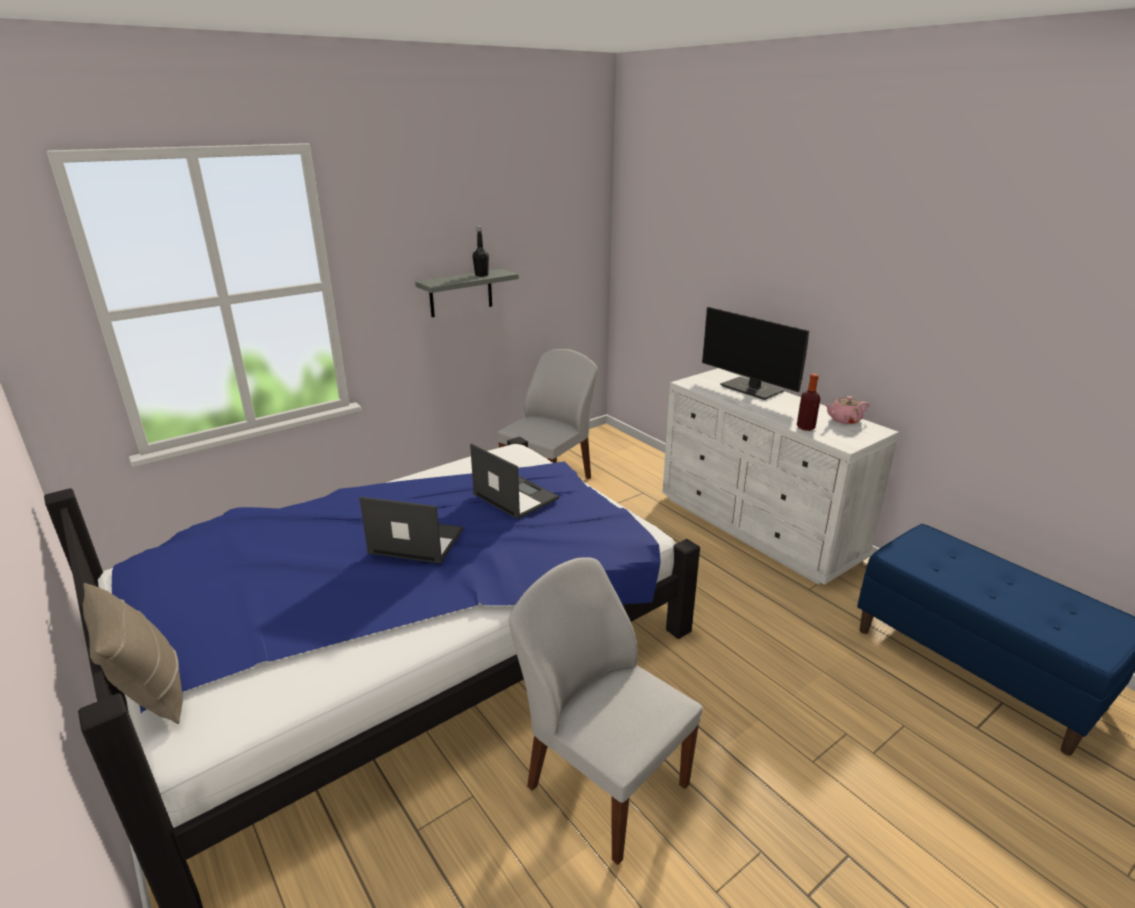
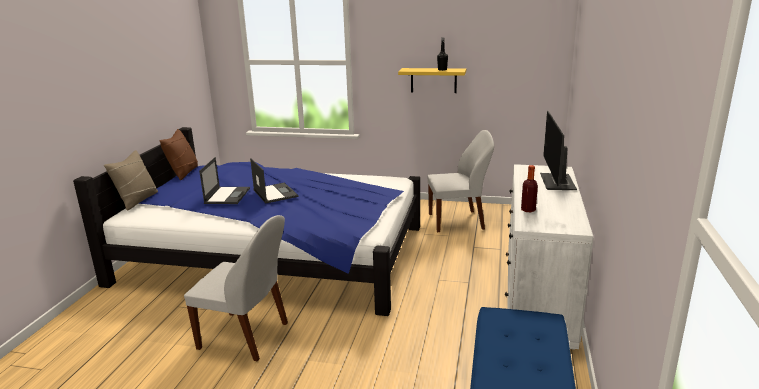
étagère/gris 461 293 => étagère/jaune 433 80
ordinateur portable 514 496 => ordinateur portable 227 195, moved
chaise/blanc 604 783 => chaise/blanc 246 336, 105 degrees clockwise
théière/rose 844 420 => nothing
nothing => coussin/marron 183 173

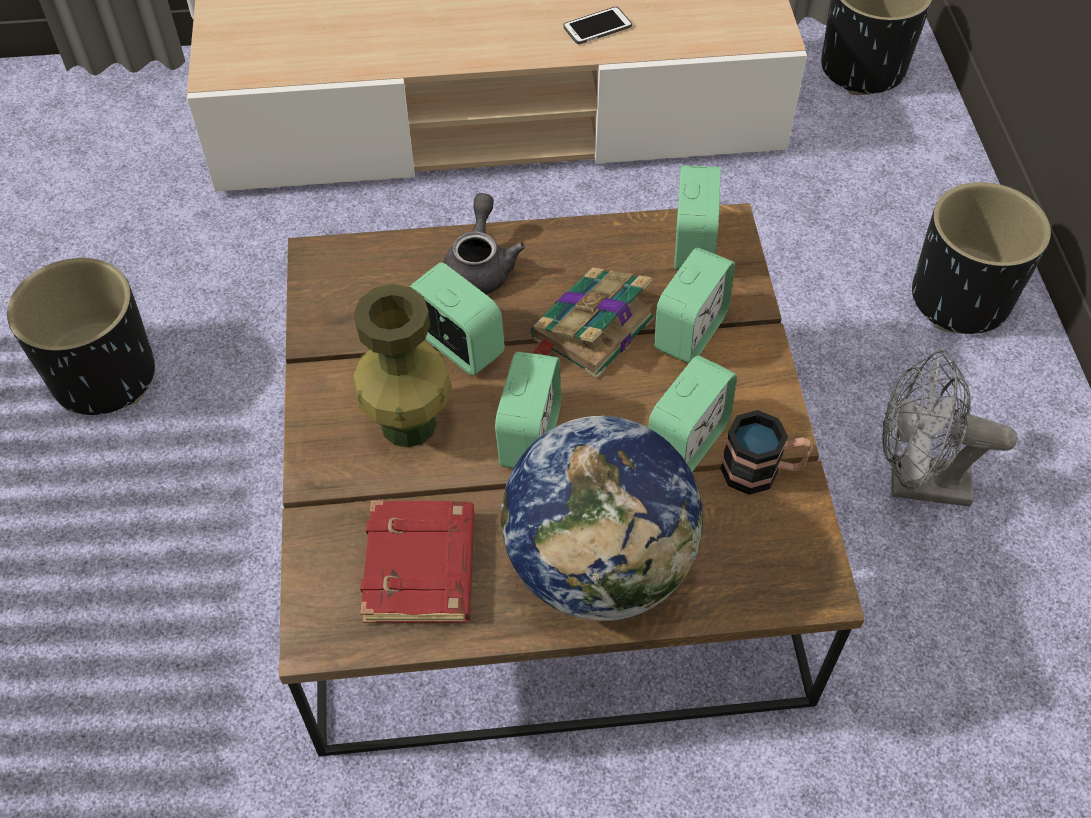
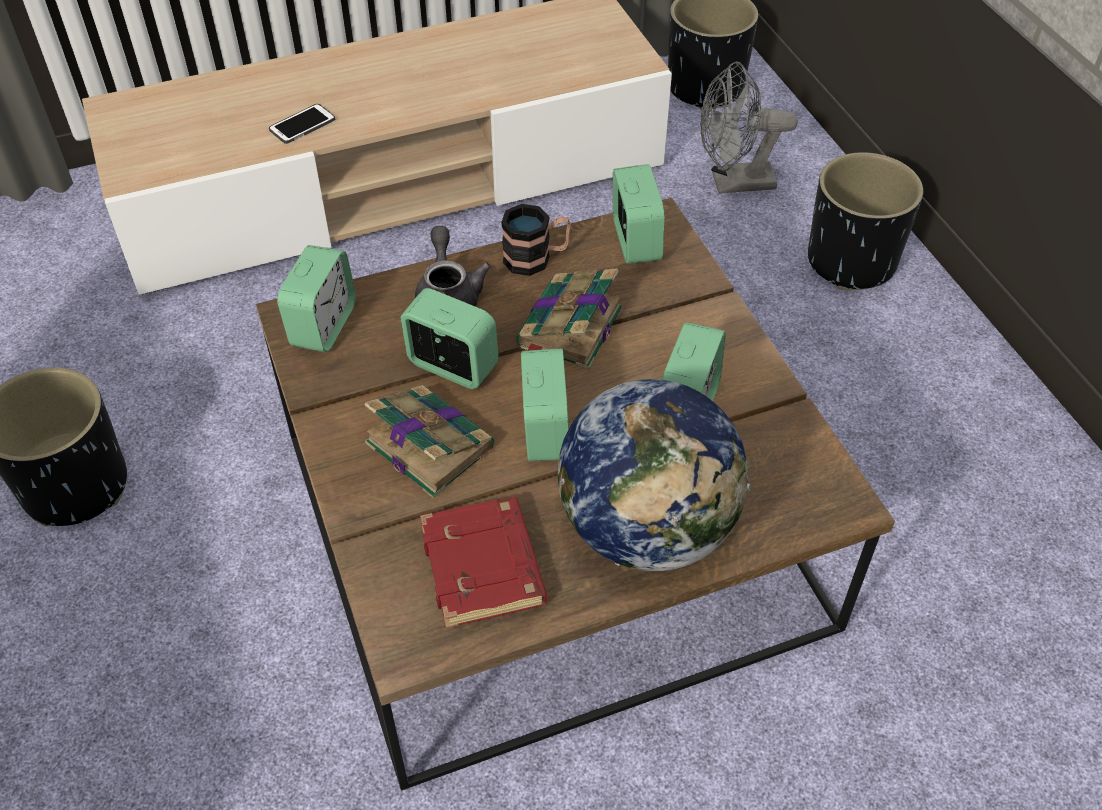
vase/vert 407 424 => livre 427 444
téléphone 597 27 => téléphone 302 125, moved
réveil 690 332 => réveil 323 326, moved
mug 762 471 => mug 536 258, moved
ventilateur/gris 915 483 => ventilateur/gris 733 183, moved

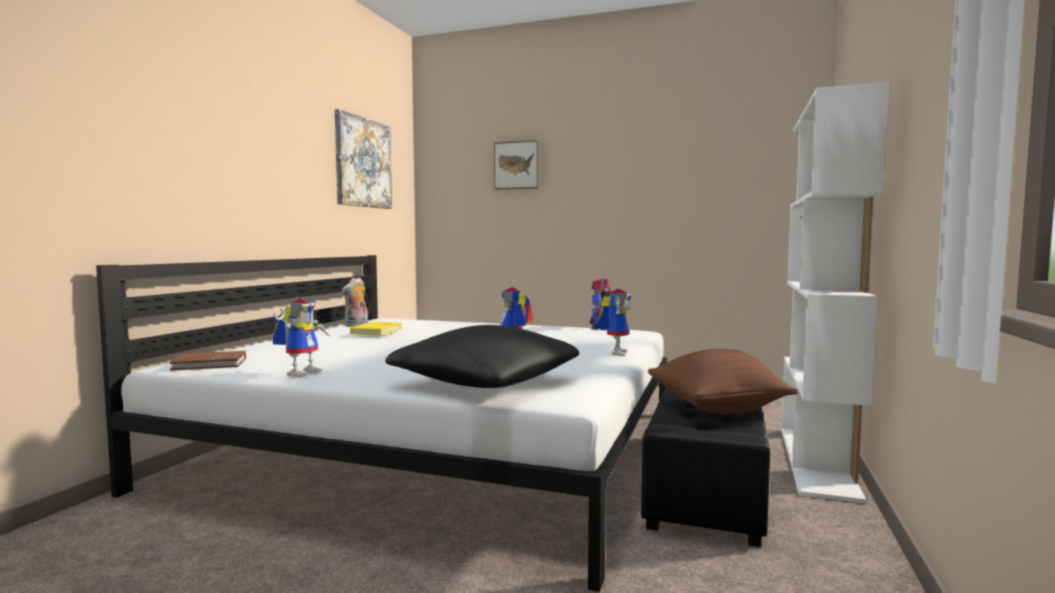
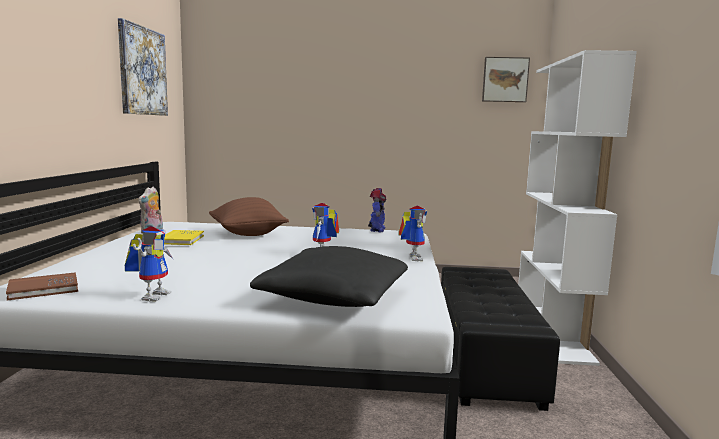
tableau 517 165 => tableau 505 80, moved
coussin/marron 716 410 => coussin/marron 248 235, moved

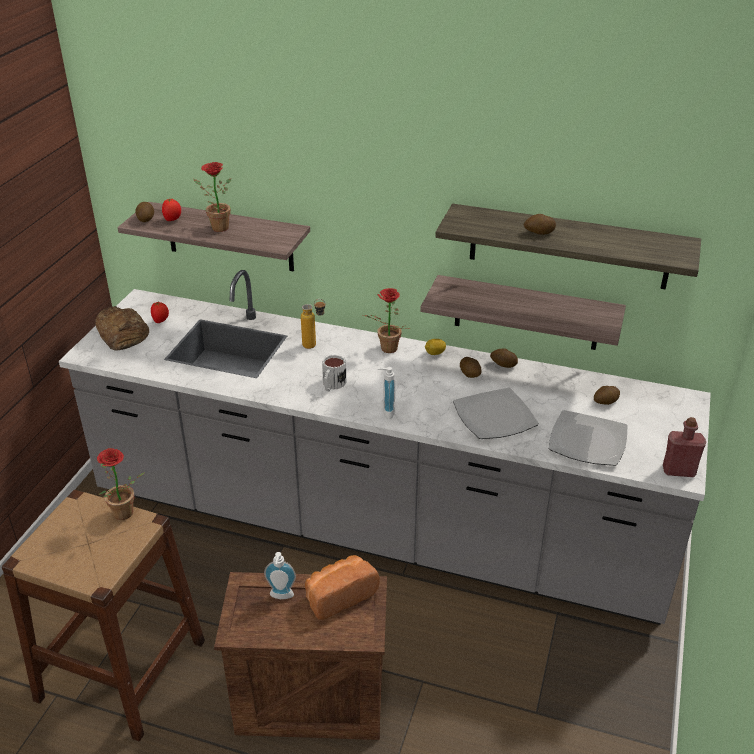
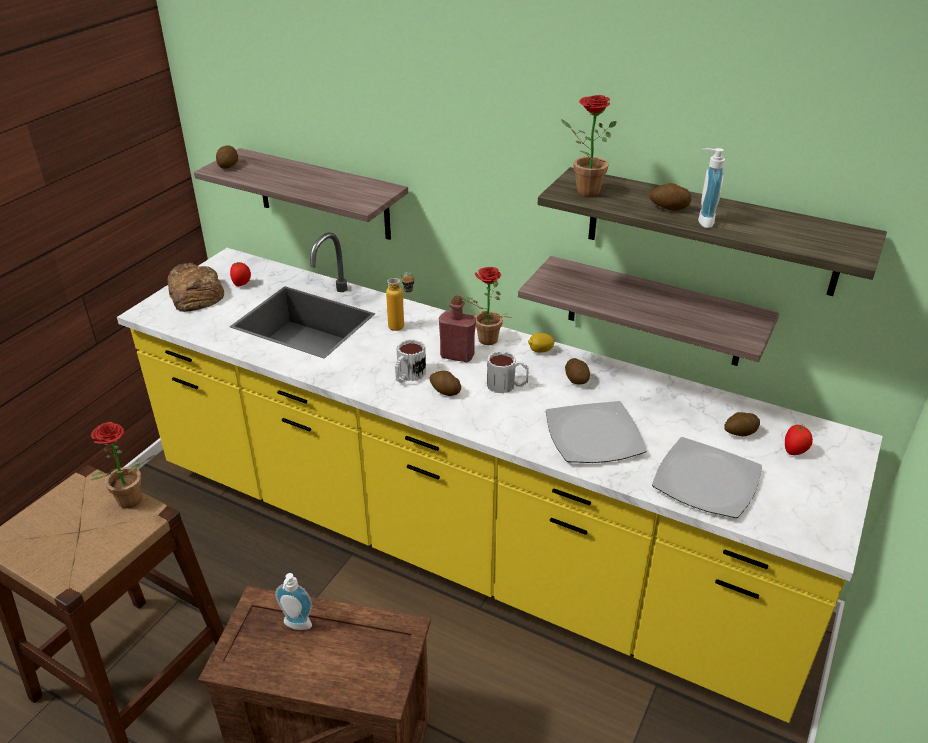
comptoir de cuisine/gris 377 524 => comptoir de cuisine/jaune 464 542
tomate 172 220 => tomate 794 452, moved
plante en pot 216 227 => plante en pot 583 190, moved
pain 339 595 => nothing
distributeur de savon 386 412 => distributeur de savon 702 221, moved
pomme de terre 503 364 => pomme de terre 445 391, moved
bouteille/rouge 678 471 => bouteille/rouge 457 356, moved
nothing => mug 507 385

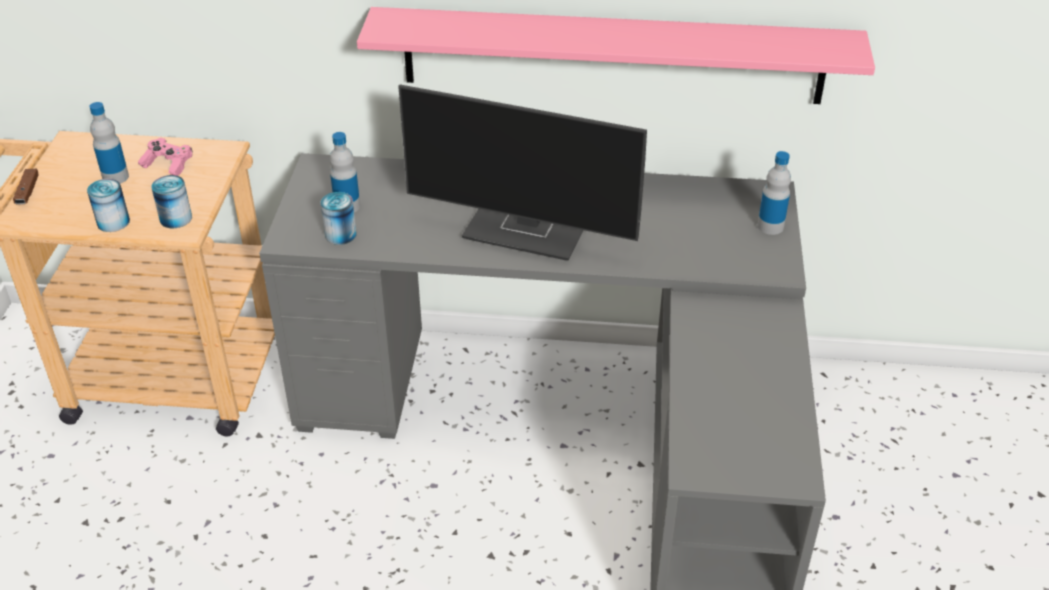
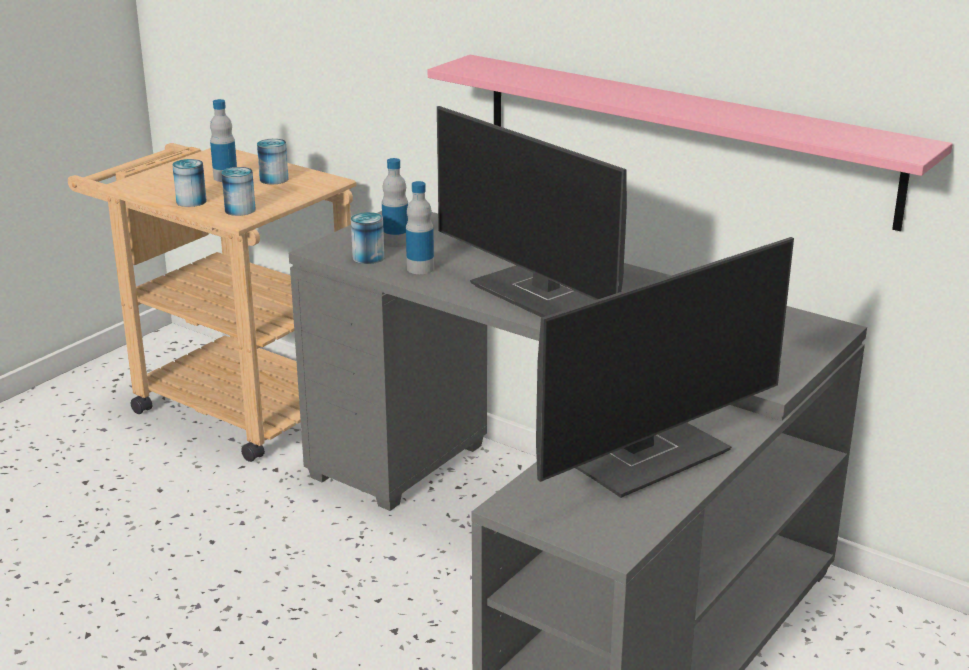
manette/marron 28 192 => nothing
manette/rose 168 164 => boîte métallique 274 179
bouteille 770 226 => bouteille 420 268, moved
nothing => écran d'ordinateur 646 455

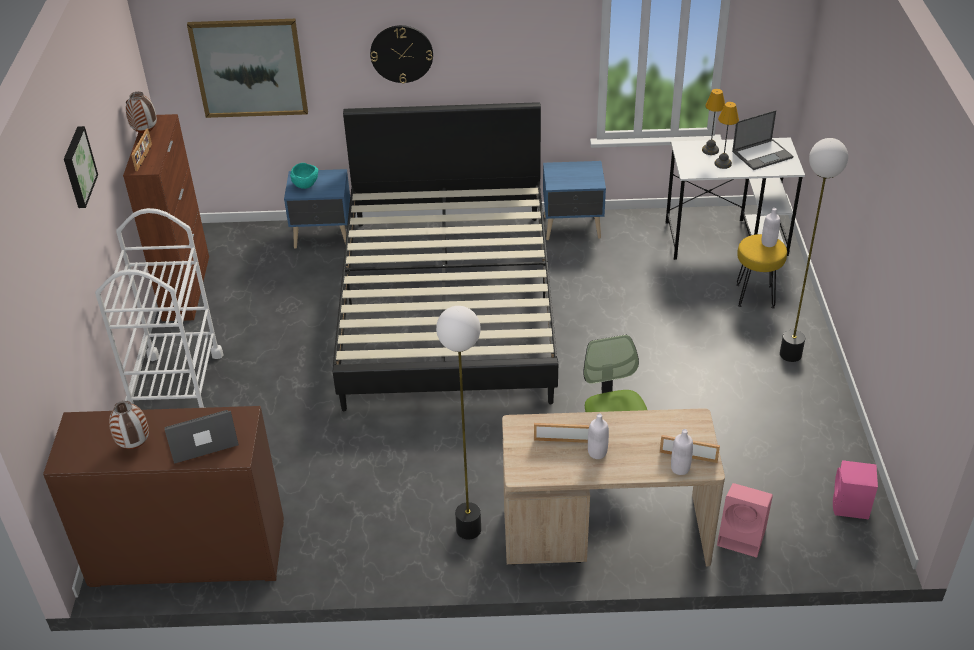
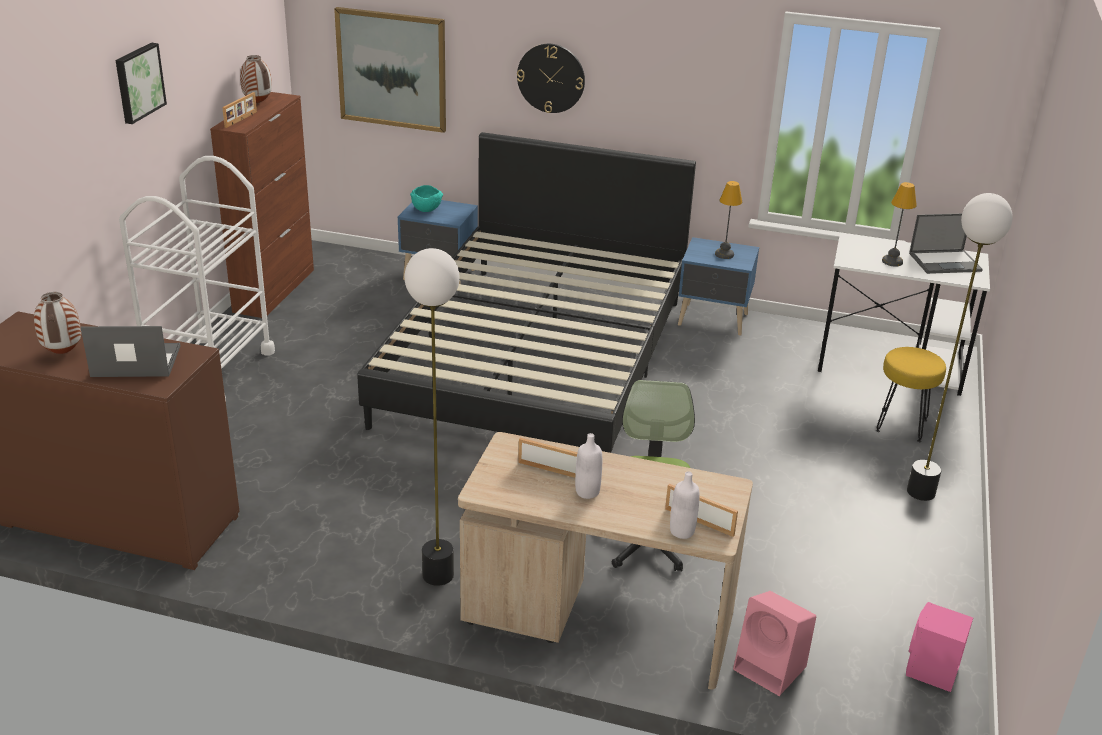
lampe de table 710 150 => lampe de table 724 255, moved
bouteille/blanc 768 243 => nothing

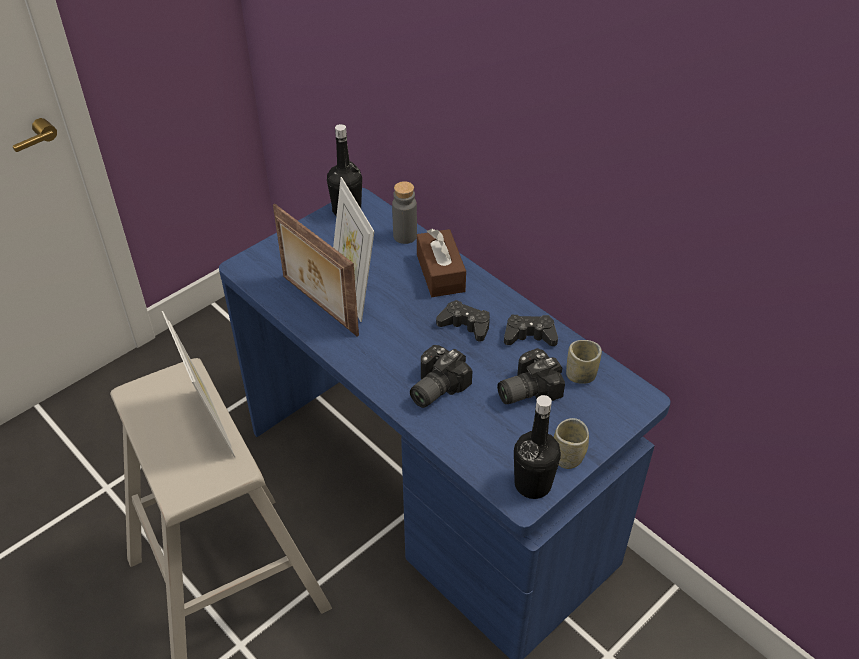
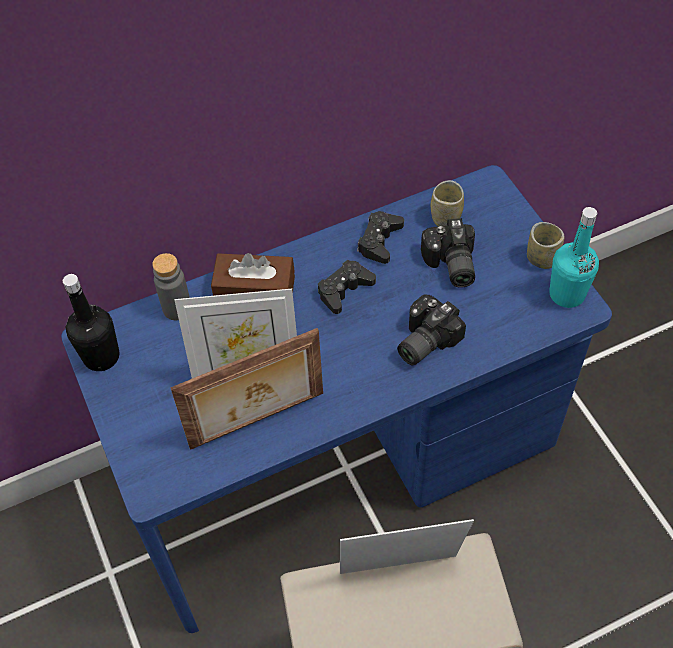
appareil photo 434 387 => appareil photo 423 340, 75 degrees clockwise
bouteille/noir 532 484 => bouteille/turquoise 567 294

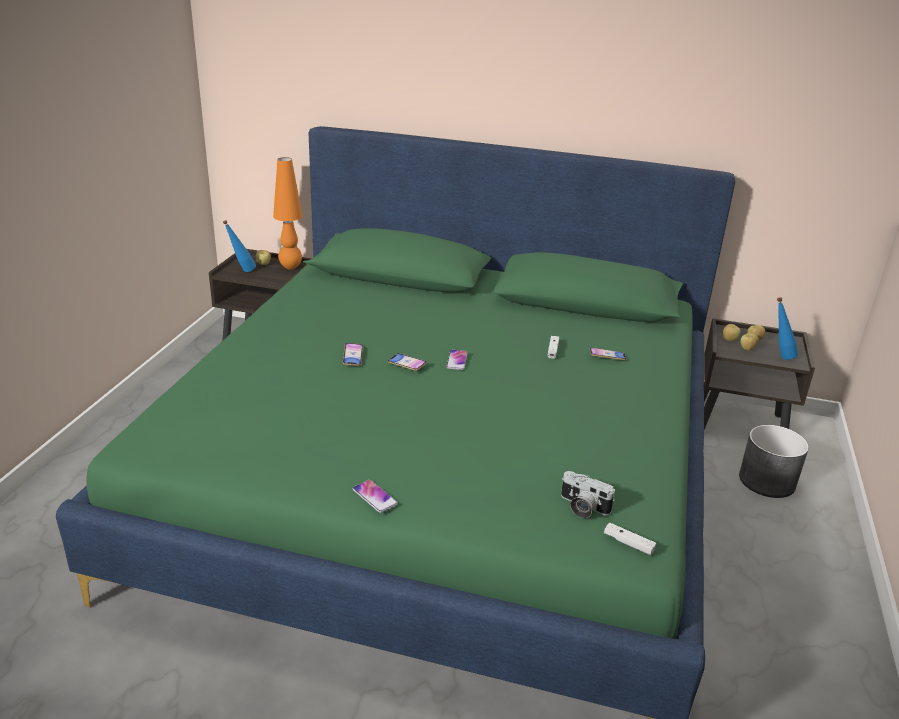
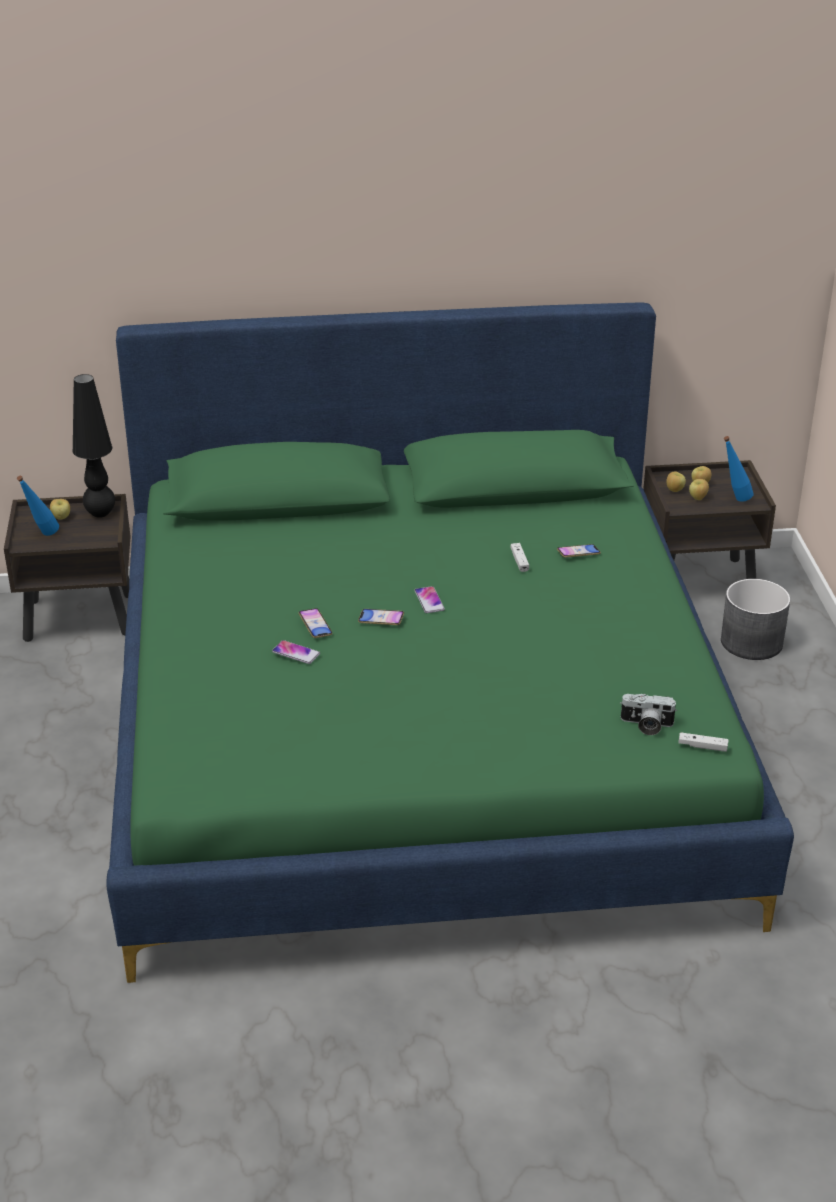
lampe de table/orange 290 267 => lampe de table/noir 100 513
téléphone 375 497 => téléphone 296 653, moved

